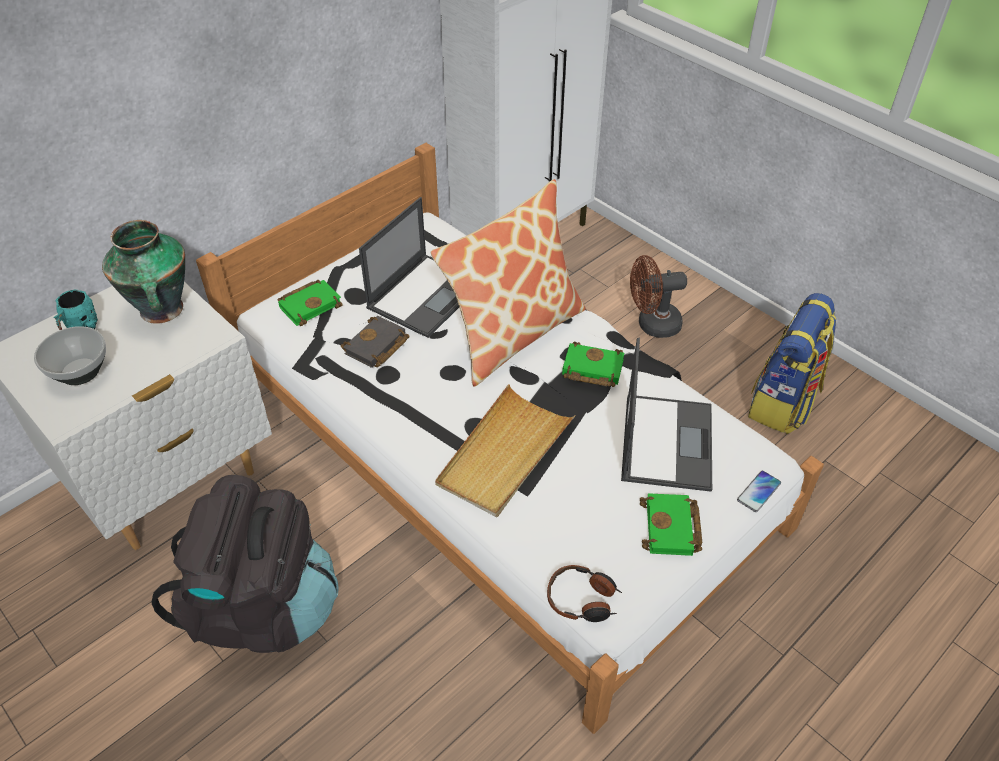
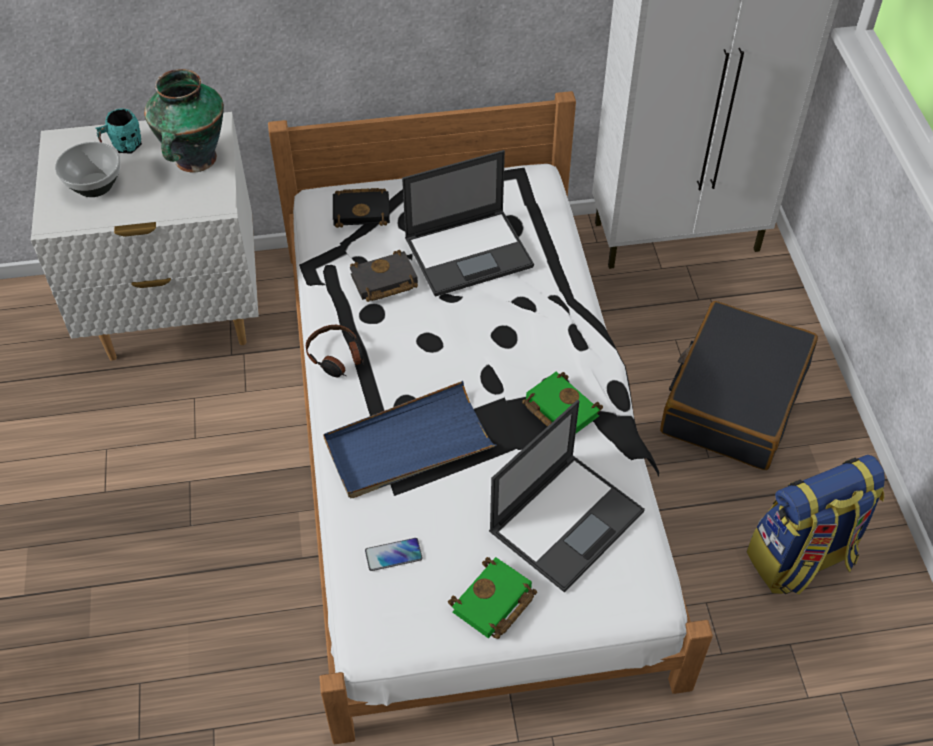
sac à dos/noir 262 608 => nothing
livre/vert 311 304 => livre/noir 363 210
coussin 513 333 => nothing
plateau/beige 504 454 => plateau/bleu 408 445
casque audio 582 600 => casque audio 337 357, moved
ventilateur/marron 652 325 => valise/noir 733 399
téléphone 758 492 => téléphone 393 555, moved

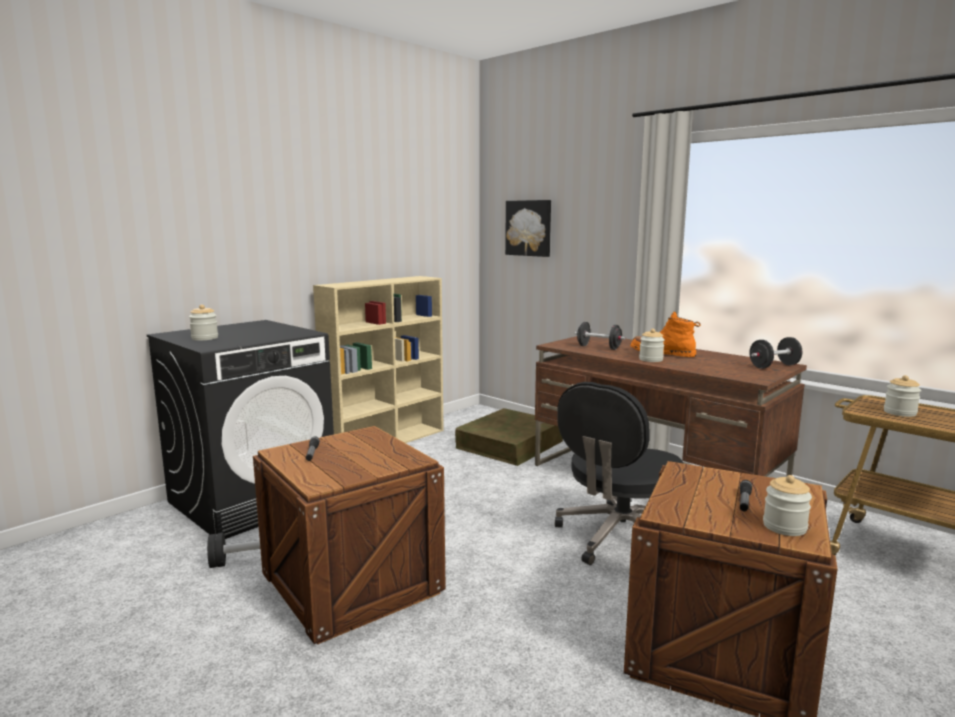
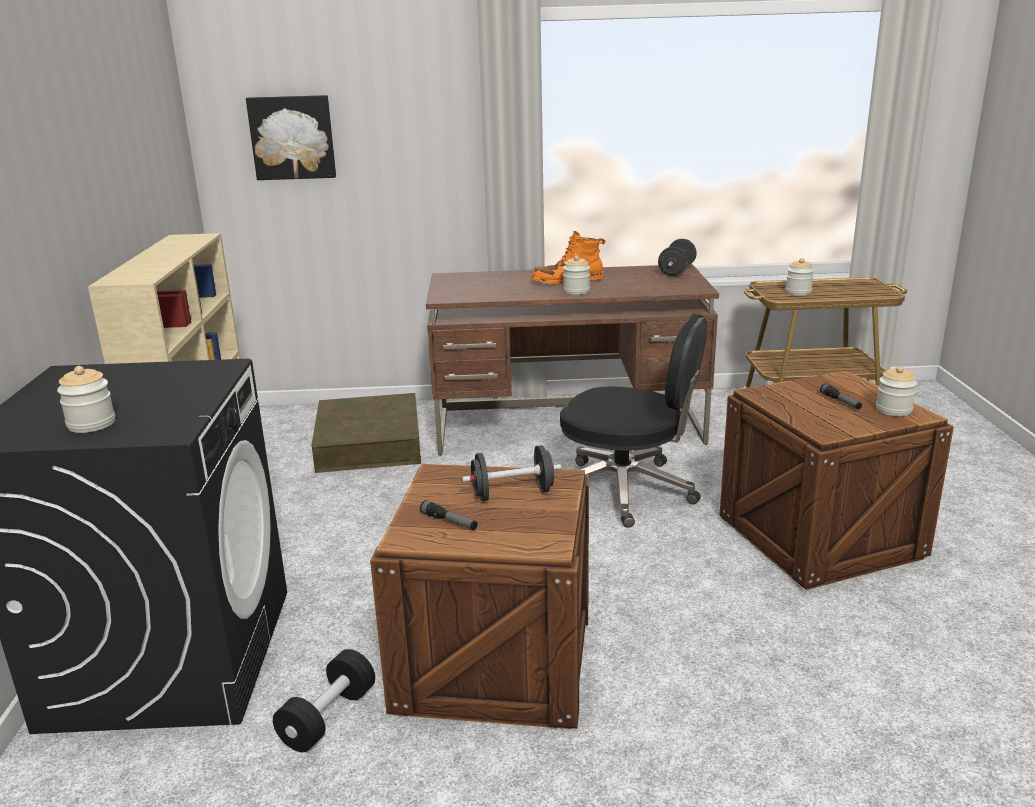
chaise de bureau/noir 618 537 => chaise de bureau/noir 627 490, 60 degrees counterclockwise
haltère/noir 598 347 => haltère/noir 512 494, moved

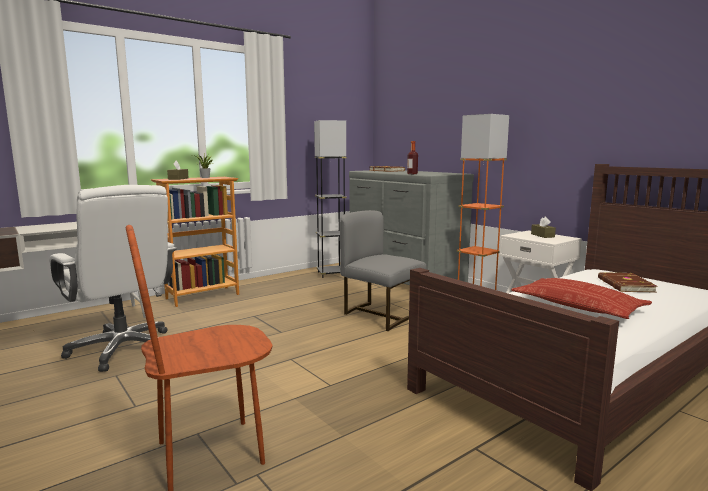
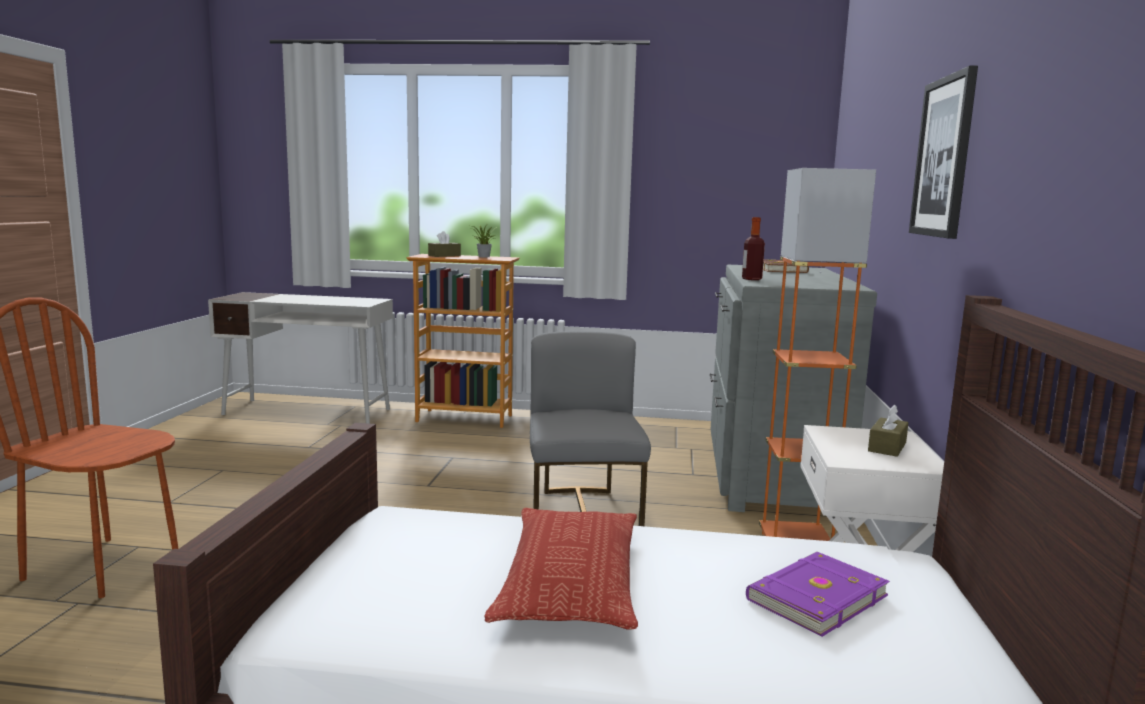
chaise de bureau/blanc 123 349 => nothing
lampadaire/gris 331 274 => nothing
livre/marron 624 285 => livre/violet 814 597
nothing => tableau 944 157

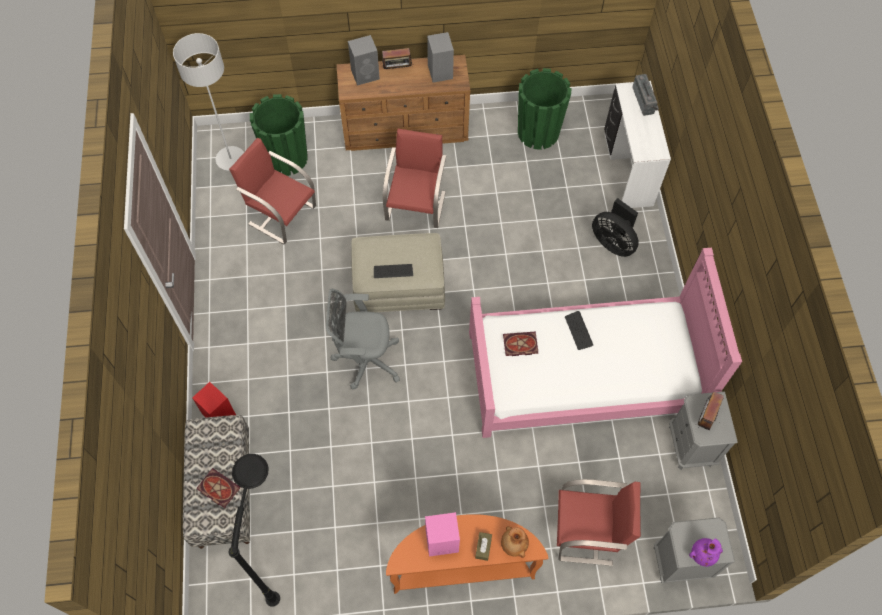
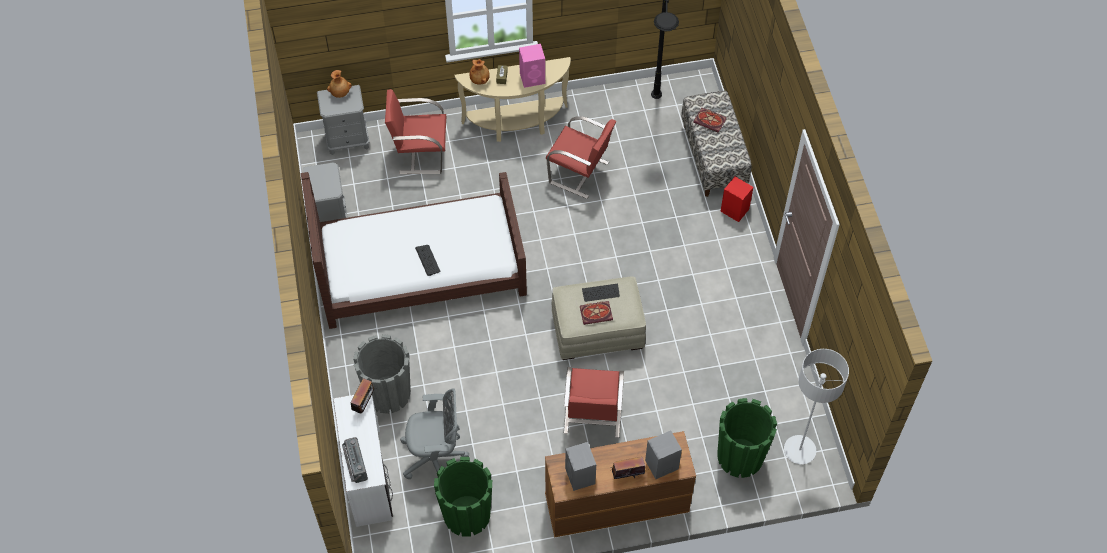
chaise/rouge 281 214 => chaise/rouge 580 173, moved
chaise de bureau/gris 364 359 => chaise de bureau/gris 436 458, moved
table console/orange 462 566 => table console/beige 517 124
lit/rose 584 373 => lit/marron 419 268
livre 519 345 => livre 596 313, moved
ventilateur/noir 613 242 => cache-pot/gris 388 393
vase/violet 702 554 => vase/marron 340 93
radio 705 417 => radio 364 403, moved

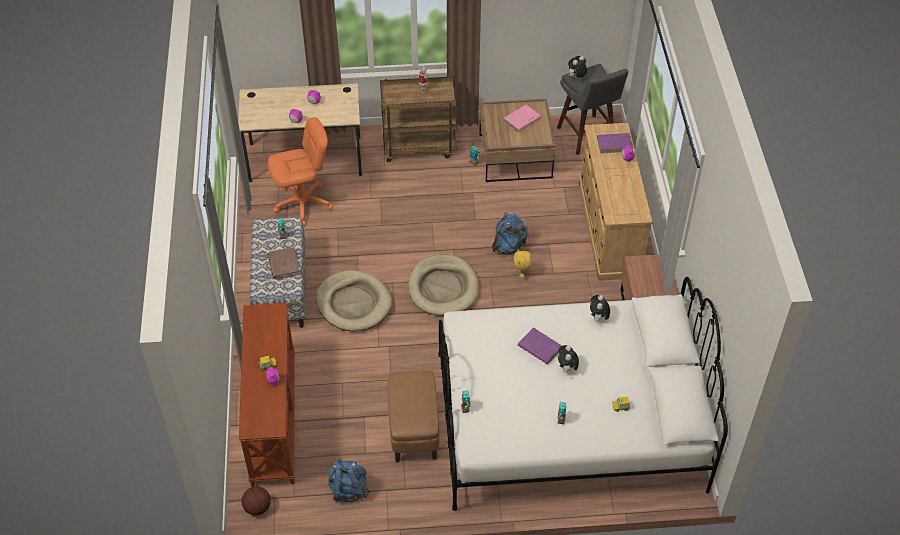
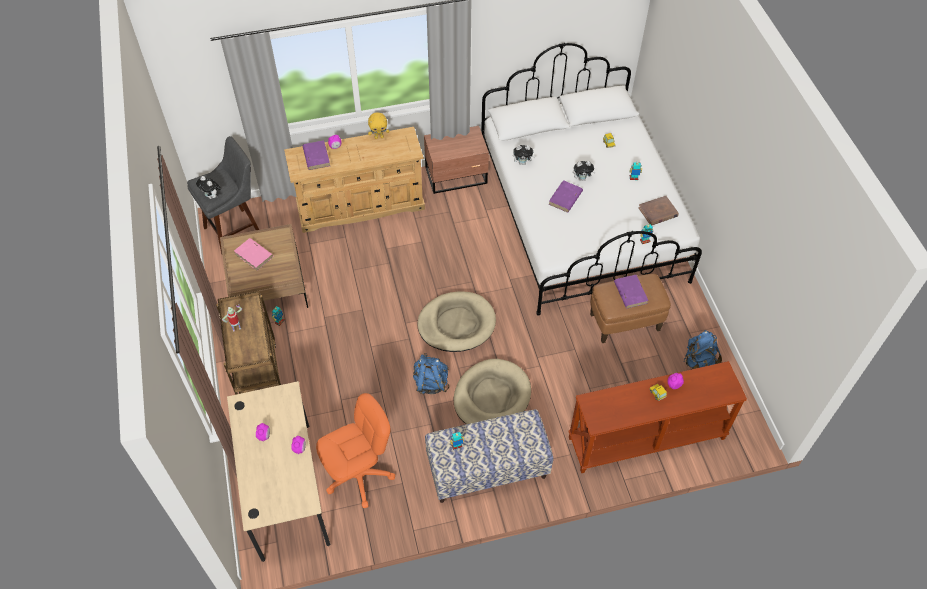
ballon de basket 257 508 => nothing
chaise de bureau/orange 303 204 => chaise de bureau/orange 359 475, 90 degrees clockwise
livre/marron 284 264 => livre/marron 658 212, moved
sac à dos/bleu 508 246 => sac à dos/bleu 430 382, moved
peluche/jaune 522 274 => peluche/jaune 379 137, moved
nothing => livre/violet 630 292

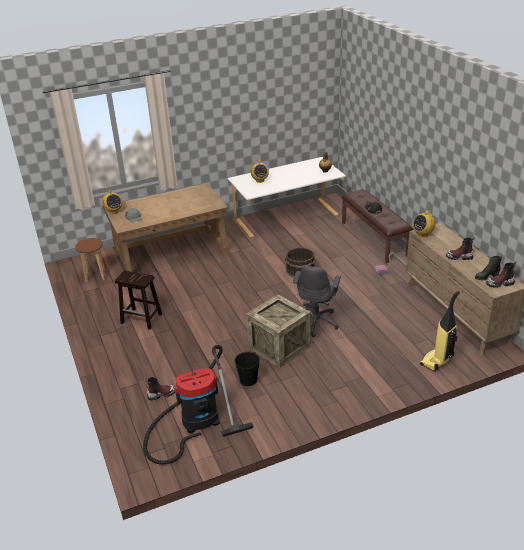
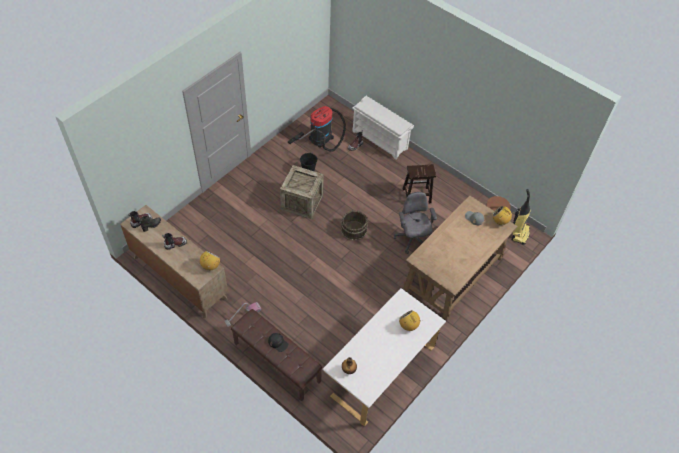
seau/marron 300 270 => seau/marron 353 230, moved
chaise de bureau/gris 316 322 => chaise de bureau/gris 412 240, moved
aspirateur 437 361 => aspirateur 519 233, moved
nothing => étagère à chaussures/blanc 380 140

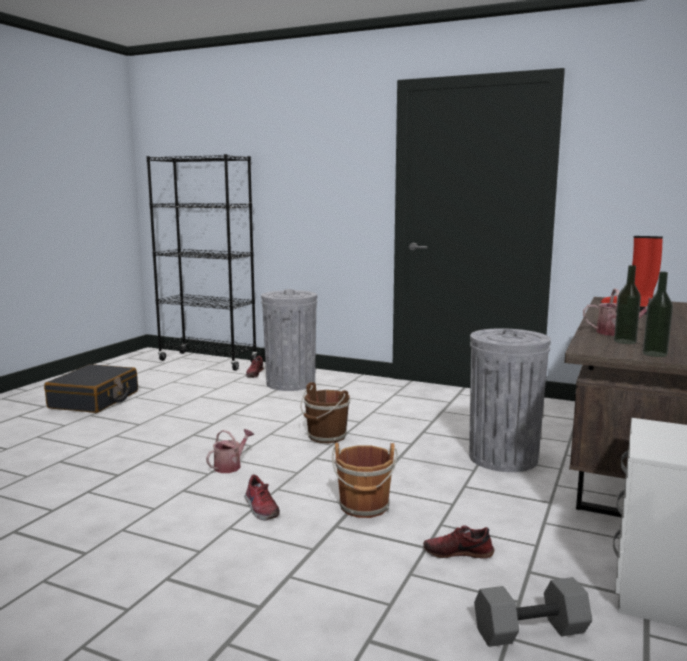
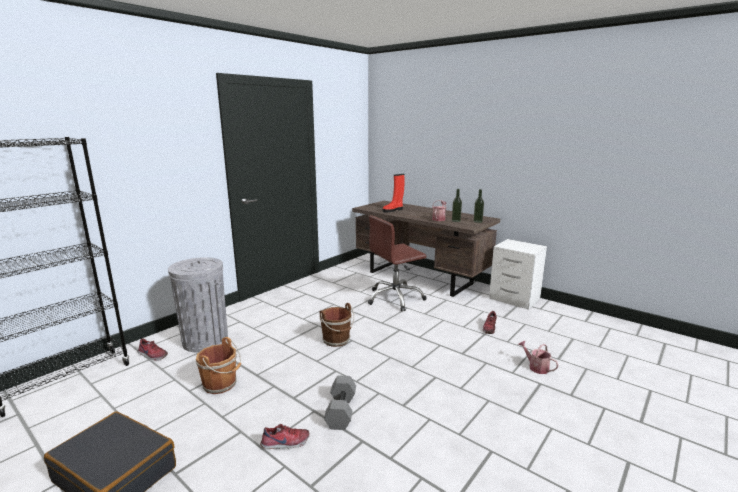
arrosoir 230 466 => arrosoir 536 367, moved
chaussure 260 508 => chaussure 285 443, moved
seau/marron 364 507 => seau/marron 221 384, moved
poubelle/gris 503 457 => chaise de bureau/marron 395 298
haltère/gris 530 630 => haltère/gris 340 411, moved

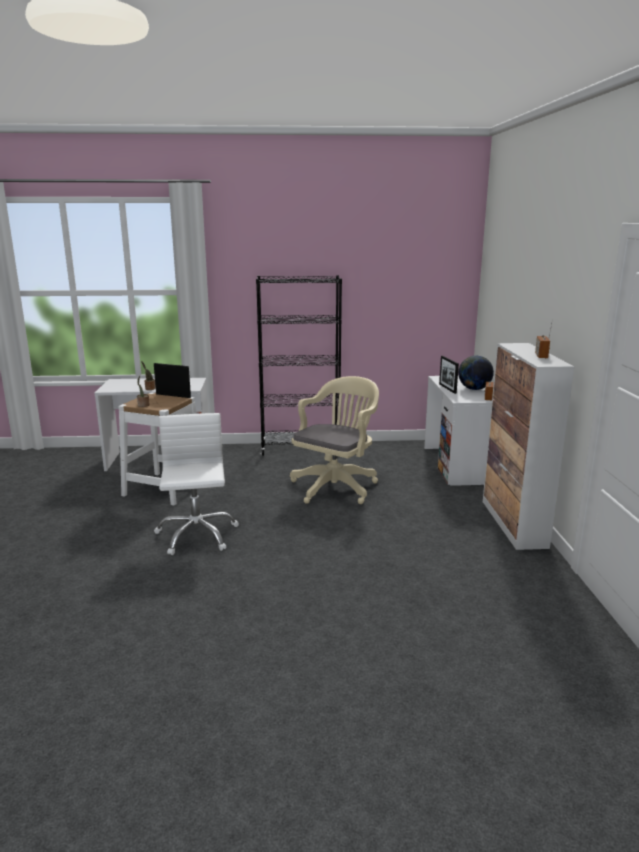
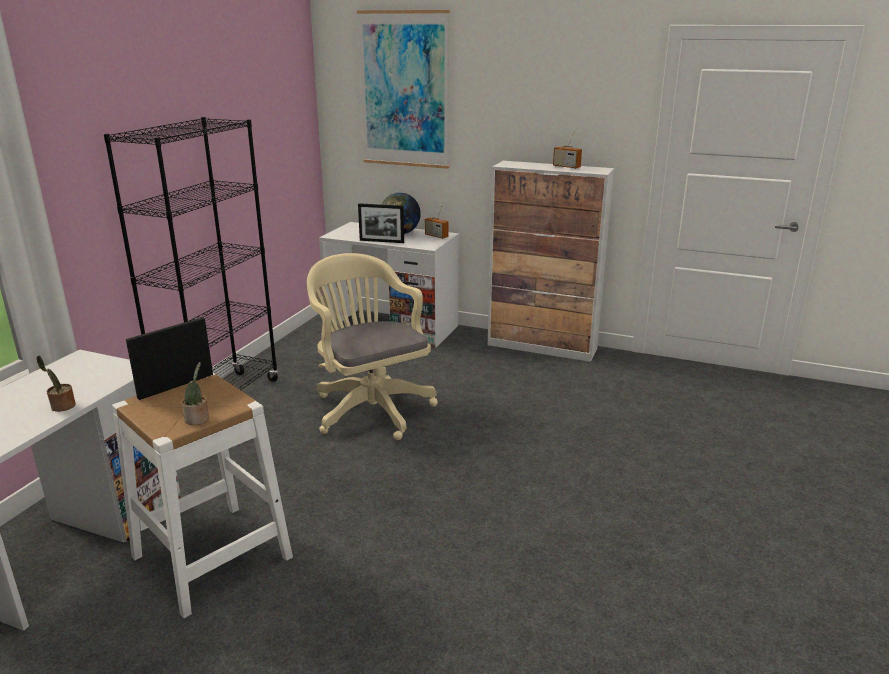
chaise de bureau/blanc 196 535 => nothing
nothing => tableau 404 90

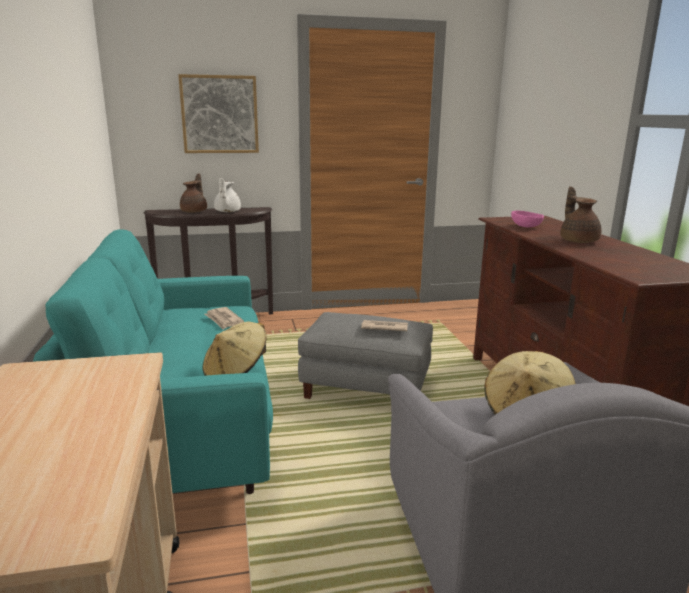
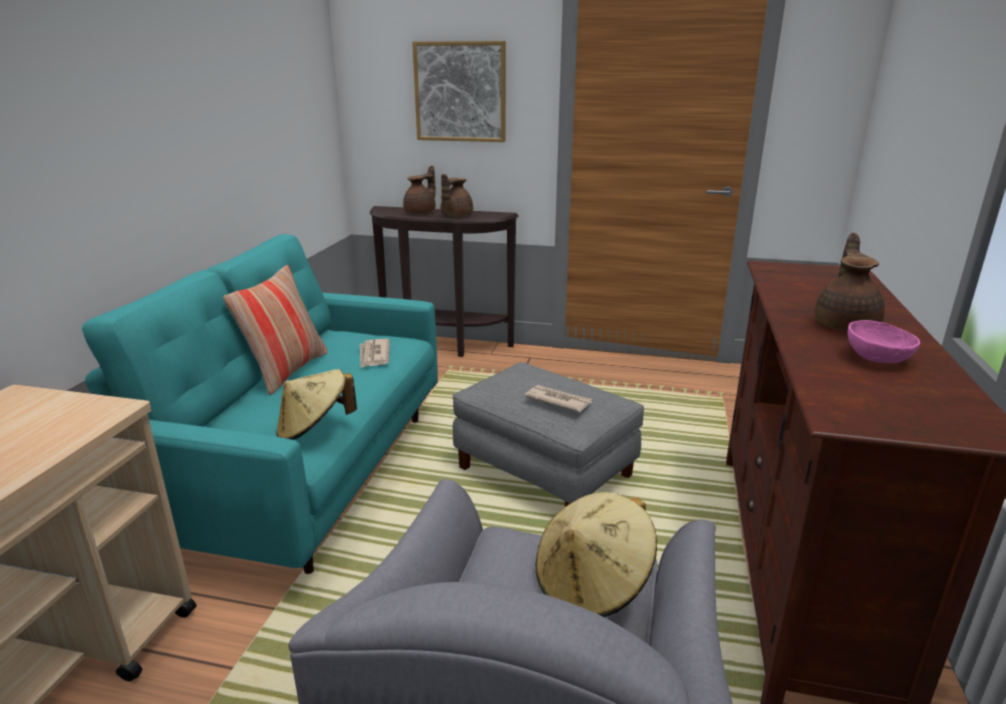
théière/blanc 227 212 => théière/marron 455 216
bol/rose 526 226 => bol/rose 878 358, moved
nothing => coussin 286 371

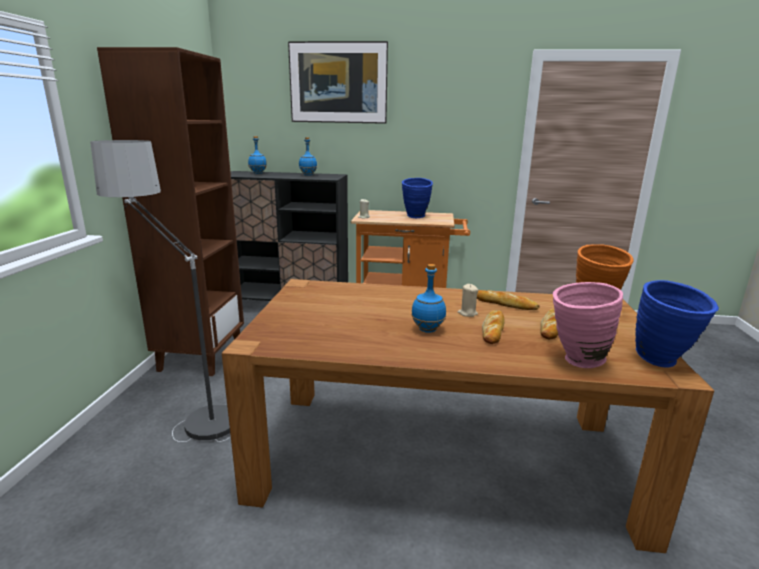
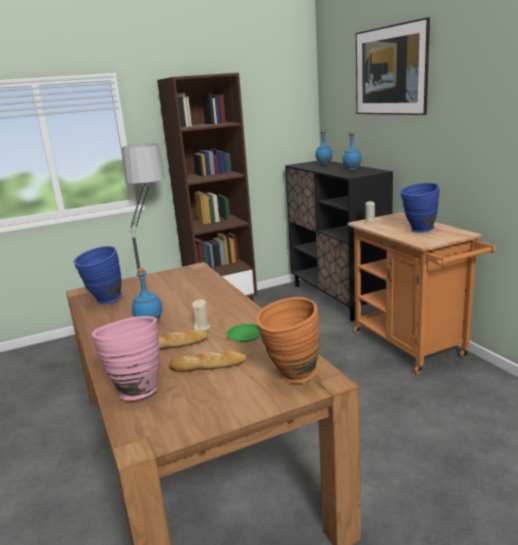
pain 505 304 => assiette/vert 245 335
vase/bleu 663 362 => vase/bleu 104 301, moved

